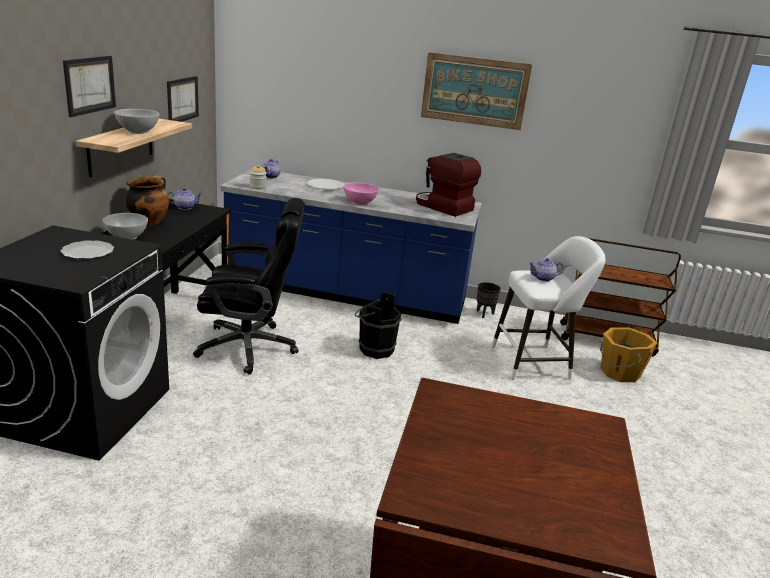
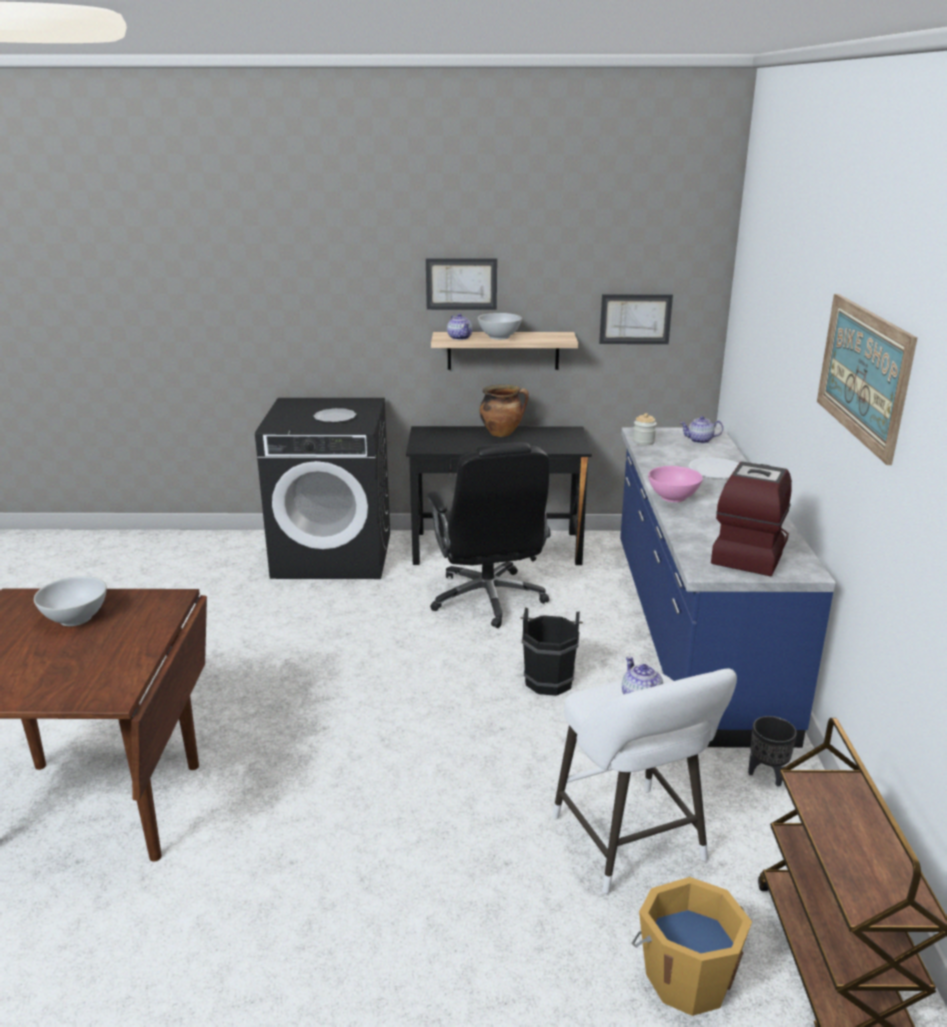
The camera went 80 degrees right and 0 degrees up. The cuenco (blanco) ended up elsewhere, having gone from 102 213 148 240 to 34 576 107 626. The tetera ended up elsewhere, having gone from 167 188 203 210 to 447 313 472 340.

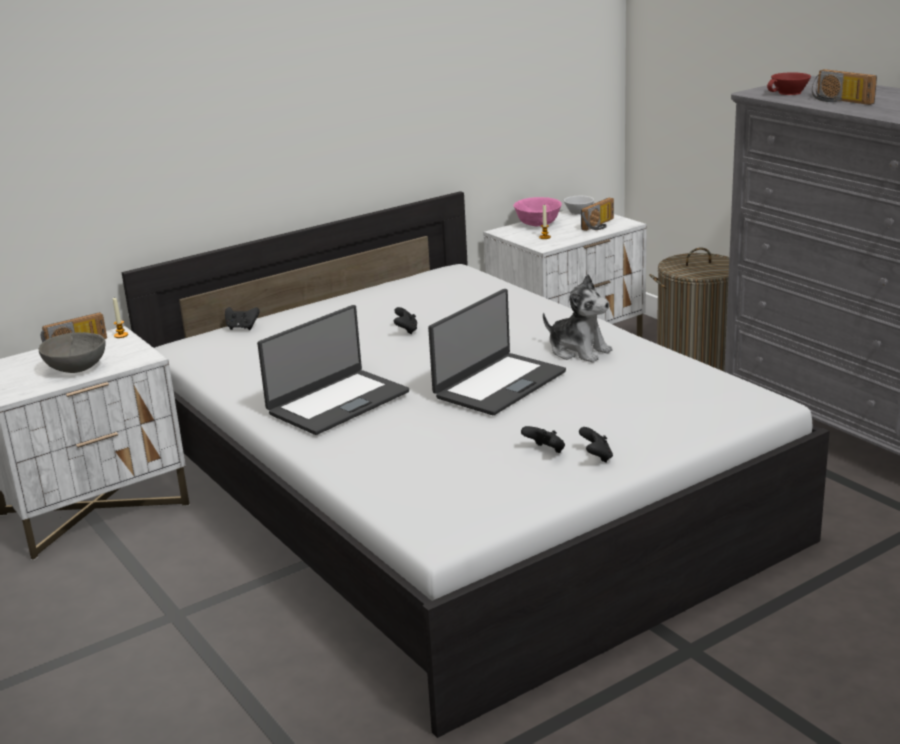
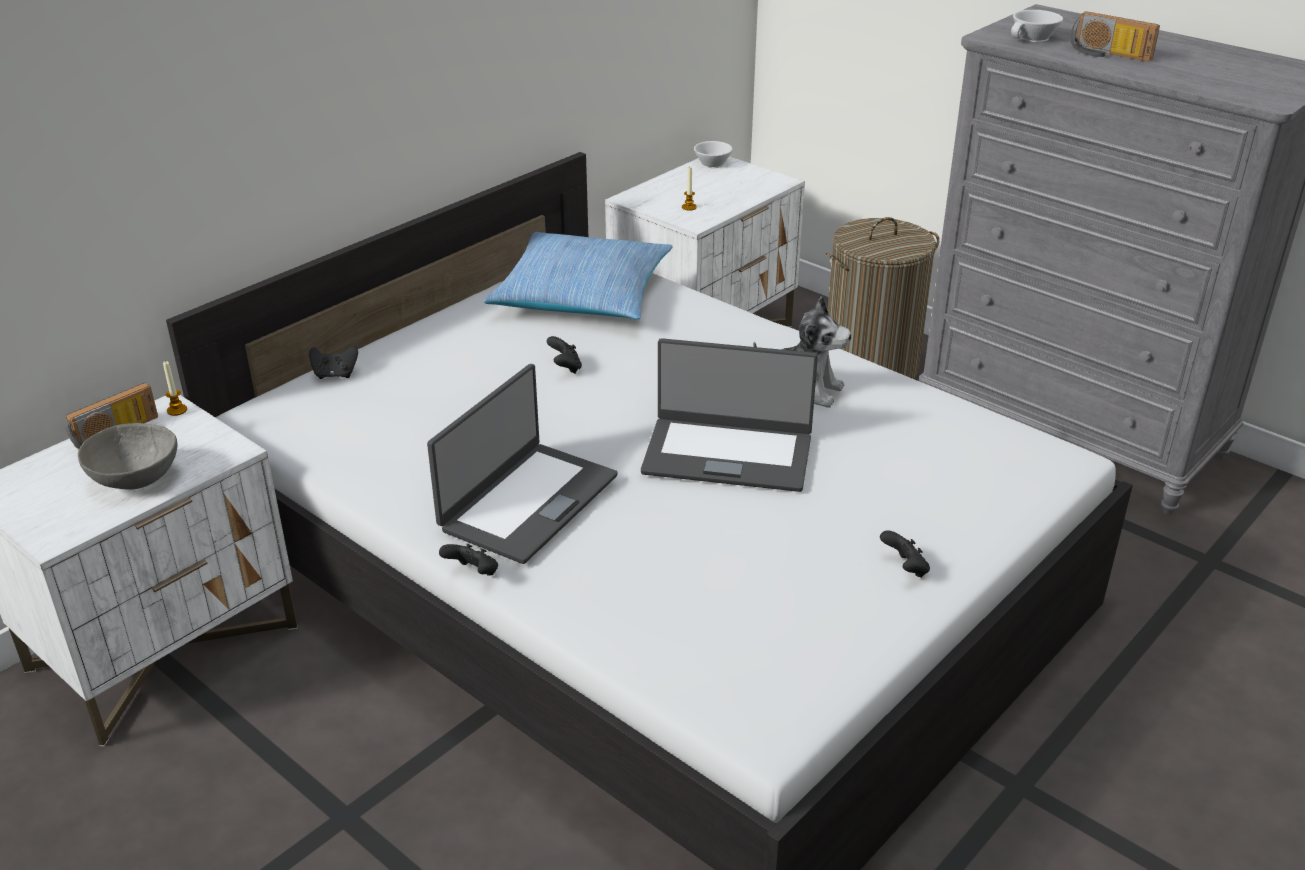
The camera went 15 degrees left and 10 degrees up. The mando de consola (negro) ended up elsewhere, having gone from 521 426 565 453 to 439 544 498 576. The second view gained the cojín at 484 232 673 320. The portátil at 428 289 566 415 ended up facing another way, 75 degrees clockwise from before. What was the taza (rojo) at 767 72 811 95 turned into the taza (blanco) at 1011 10 1063 42. The second view lost the cuenco (rosa) at 513 197 562 226. The second view lost the radio at 581 198 614 231.

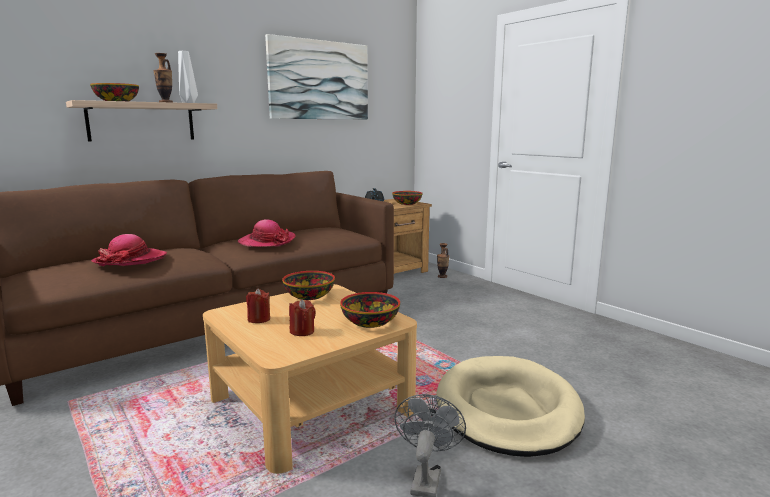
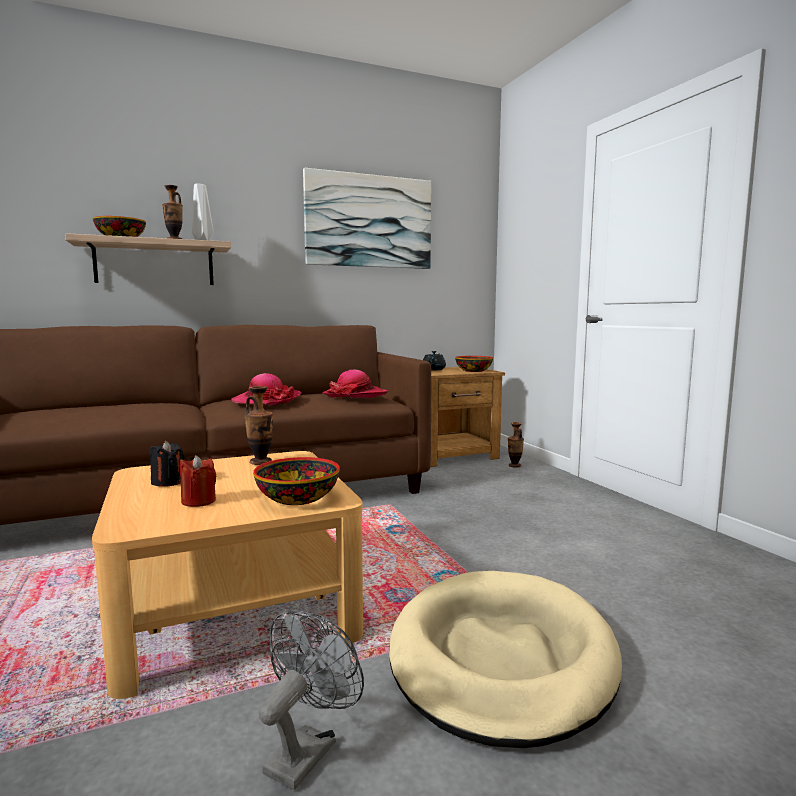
The camera went 15 degrees right and 5 degrees down. What was the vela (rojo) at 246 289 270 323 turned into the vela (negro) at 150 441 184 487. Where the cuenco stood at 282 271 335 300, the florero came to stand at 245 386 273 465. The sombrero ended up elsewhere, having gone from 91 234 167 266 to 322 370 388 398.

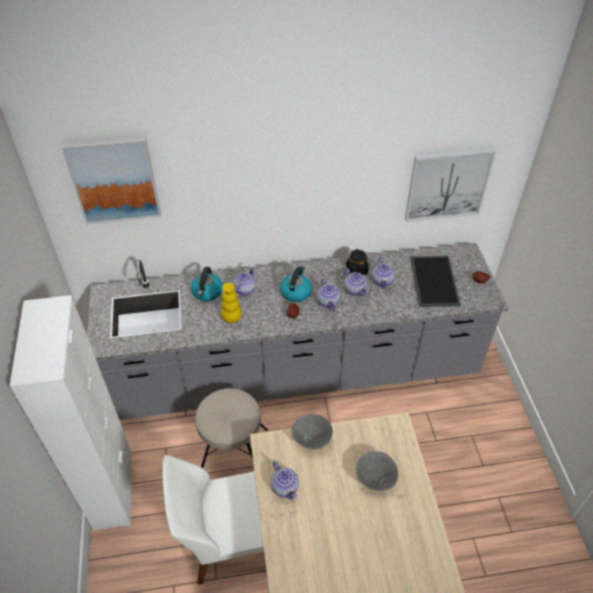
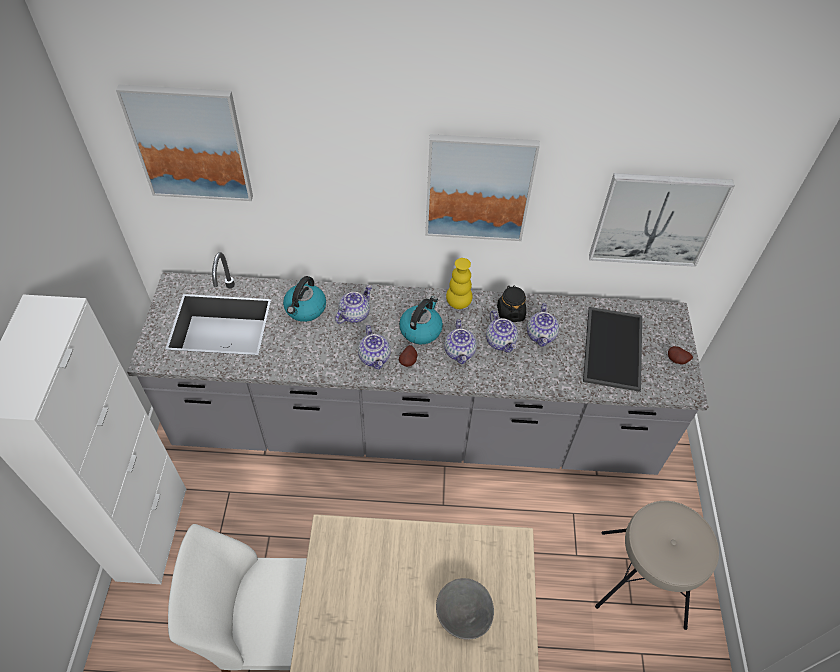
The camera went 10 degrees right and 5 degrees up. The tetera ended up elsewhere, having gone from 271 461 299 500 to 358 325 391 370. The second view gained the cuadro at 425 134 540 241. The florero (amarillo) ended up elsewhere, having gone from 221 283 242 323 to 446 258 473 309. The taburete (beis) ended up elsewhere, having gone from 195 388 268 468 to 595 501 719 630. The second view lost the cuenco (gris) at 291 414 333 450.

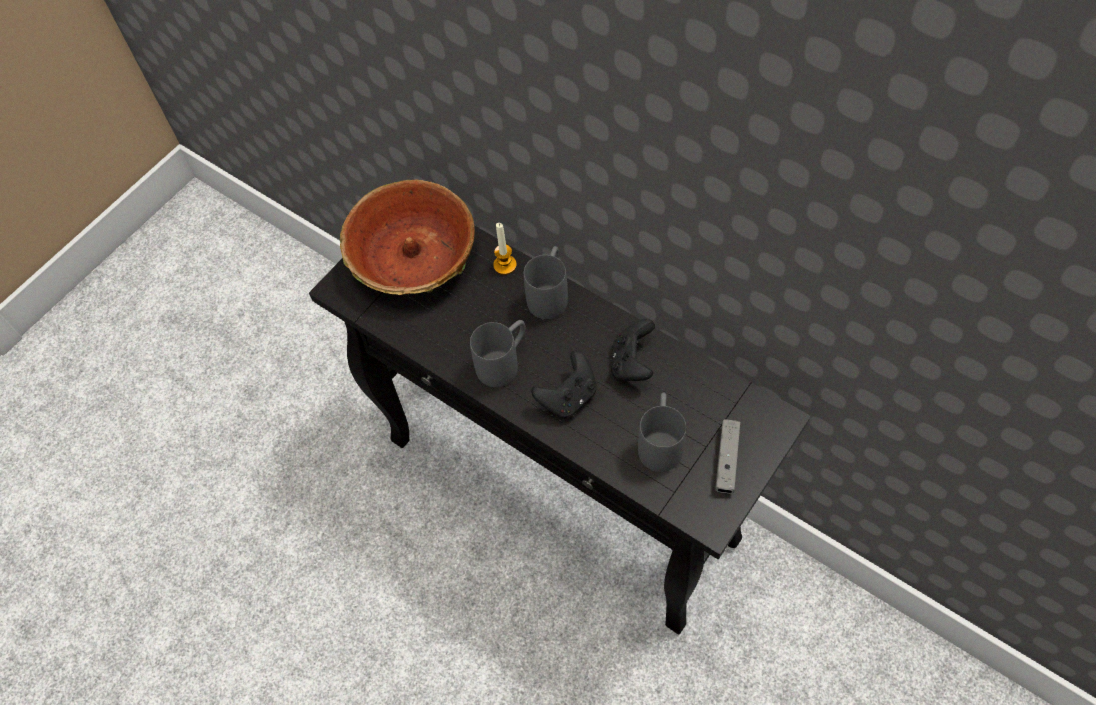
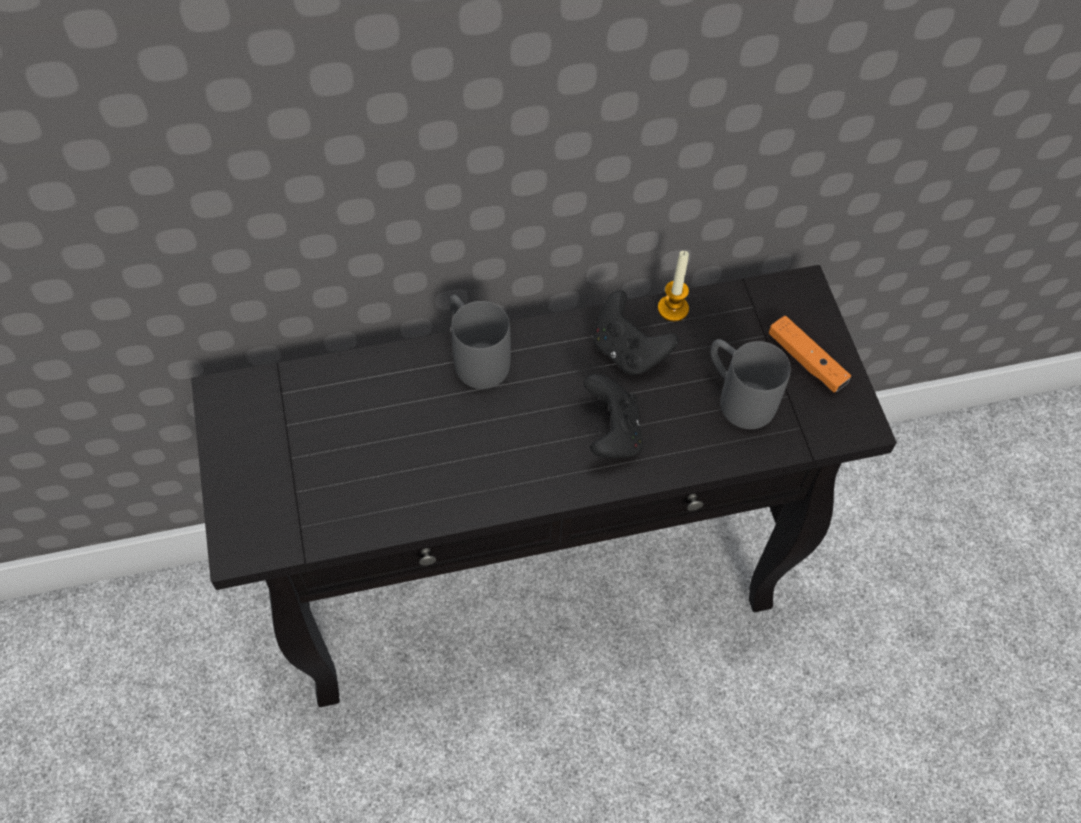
The camera went 55 degrees left and 0 degrees up. The vela ended up elsewhere, having gone from 493 223 517 275 to 658 251 689 322. What was the mando de consola (gris) at 715 419 740 493 turned into the mando de consola (naranja) at 769 316 851 393. The second view lost the cuenco at 340 180 475 295. The second view lost the taza grande (gris) at 470 320 525 387.

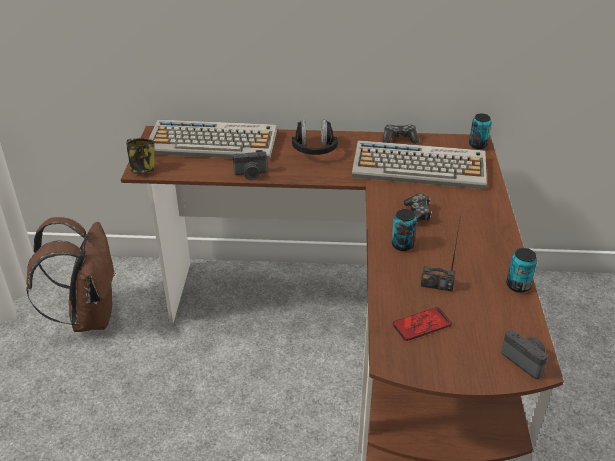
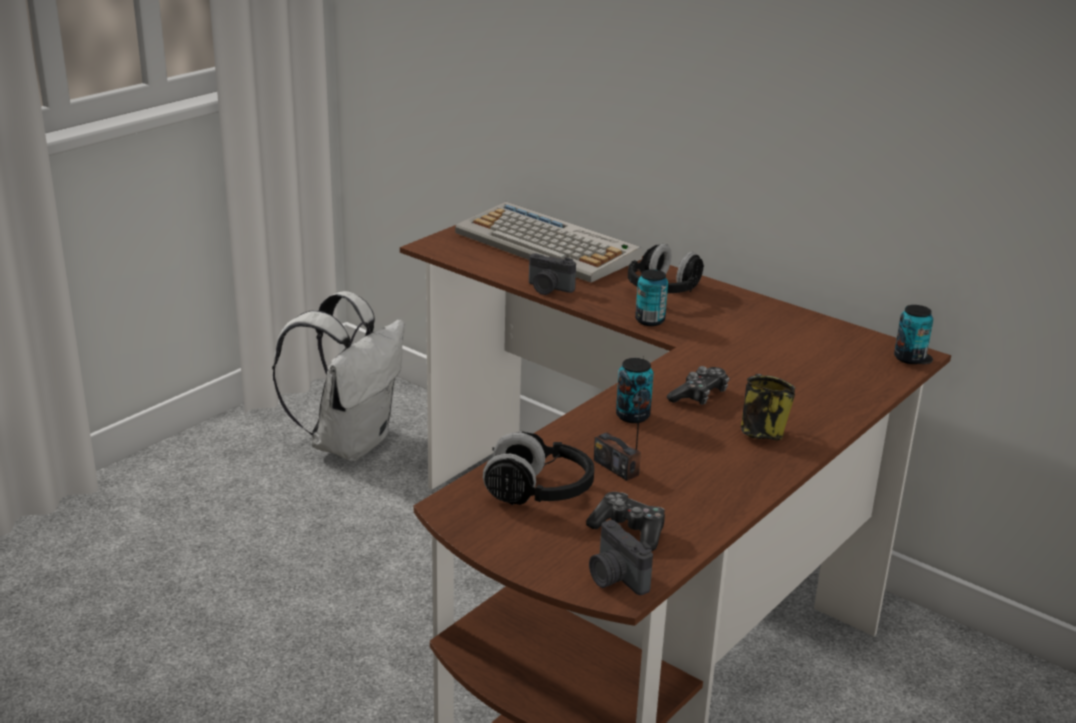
The camera went 35 degrees right and 10 degrees down. What was the mochila (marrón) at 26 217 116 332 turned into the mochila (blanco) at 272 291 405 461. Where the móvil stood at 393 307 452 341, the auriculares (negro) came to stand at 483 432 594 505. The mando de consola ended up elsewhere, having gone from 382 124 419 144 to 586 492 665 551. The cámara at 501 329 548 379 ended up facing another way, 150 degrees clockwise from before. The lata ended up elsewhere, having gone from 506 248 537 293 to 635 269 668 326. The taza grande ended up elsewhere, having gone from 126 138 155 174 to 741 374 796 440. The second view lost the teclado at 352 140 487 189.

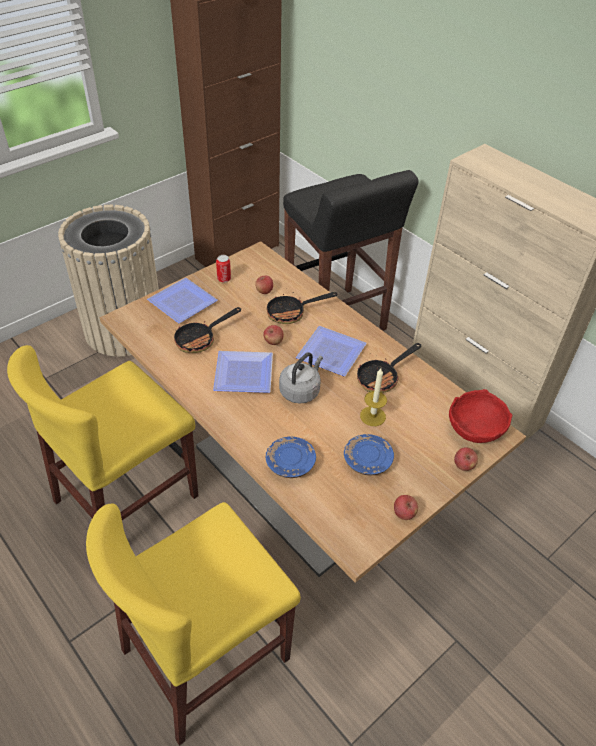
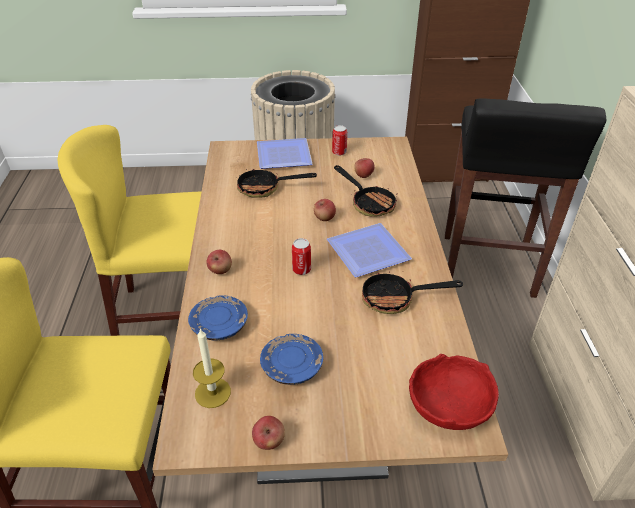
The camera went 40 degrees right and 5 degrees down. The vela ended up elsewhere, having gone from 360 368 387 426 to 193 328 231 408. The manzana ended up elsewhere, having gone from 454 447 478 471 to 206 250 232 274. Where the hervidor (gris) stood at 279 352 323 404, the lata came to stand at 292 238 311 275. The sartén at 267 292 337 324 ended up facing another way, 150 degrees counterclockwise from before. The second view lost the plato at 213 351 273 393.

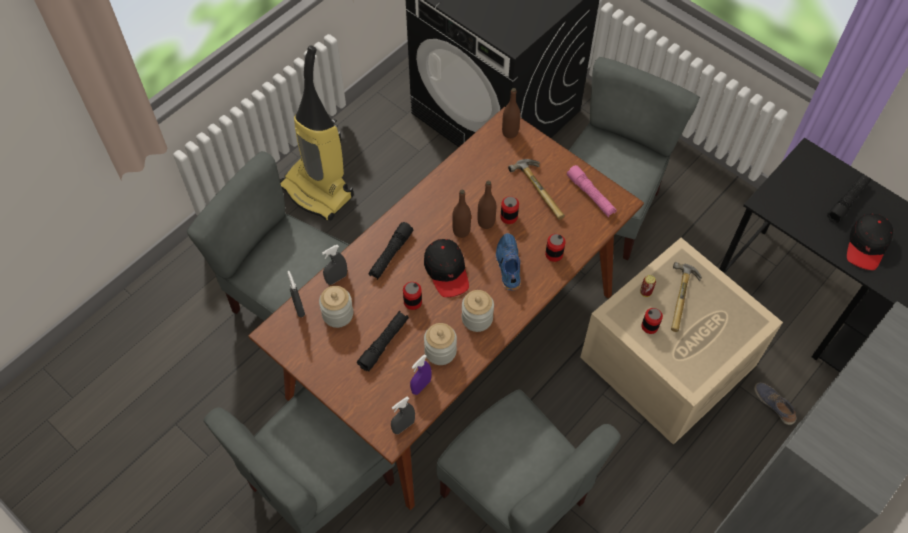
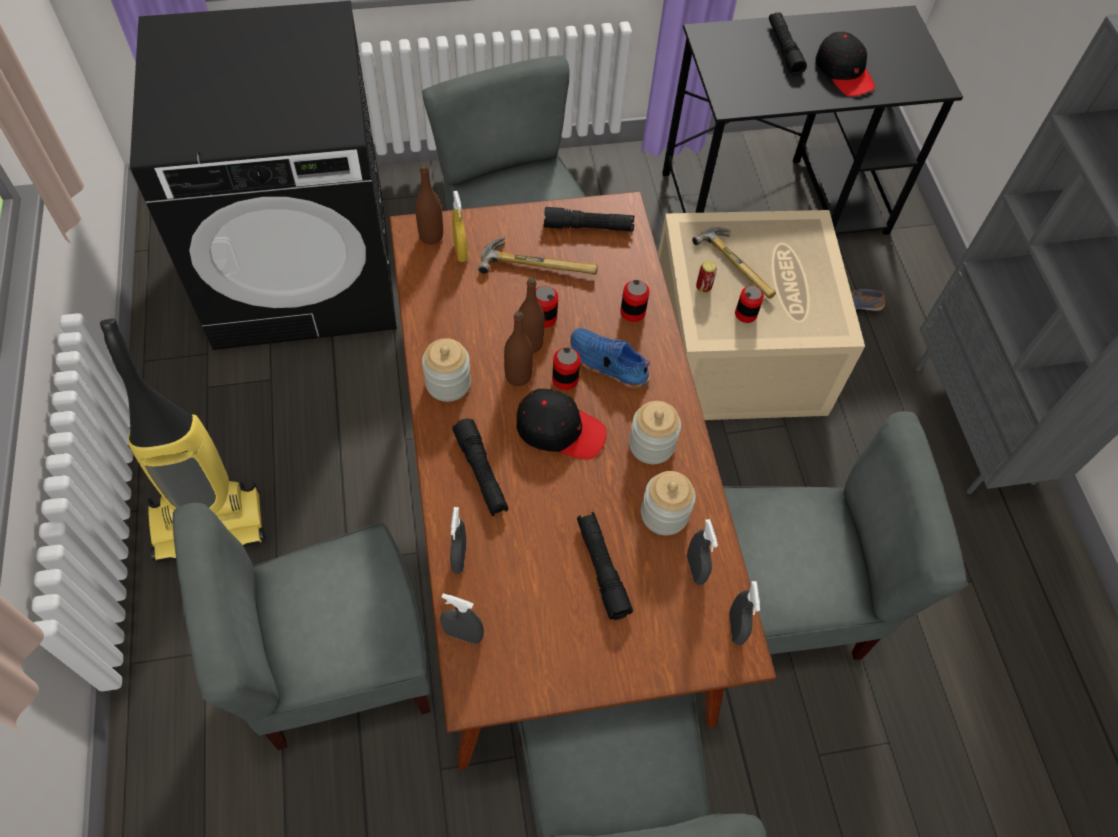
The camera went 55 degrees left and 0 degrees up. The tarro ended up elsewhere, having gone from 319 286 353 328 to 422 338 471 402. The second view gained the pulverizador (amarillo) at 452 191 468 262. What was the linterna (rosa) at 567 165 617 217 turned into the linterna (negro) at 544 207 634 231. The lata ended up elsewhere, having gone from 403 282 422 310 to 552 348 581 390. What was the pulverizador (morado) at 410 354 432 395 turned into the pulverizador (gris) at 687 519 718 585.

